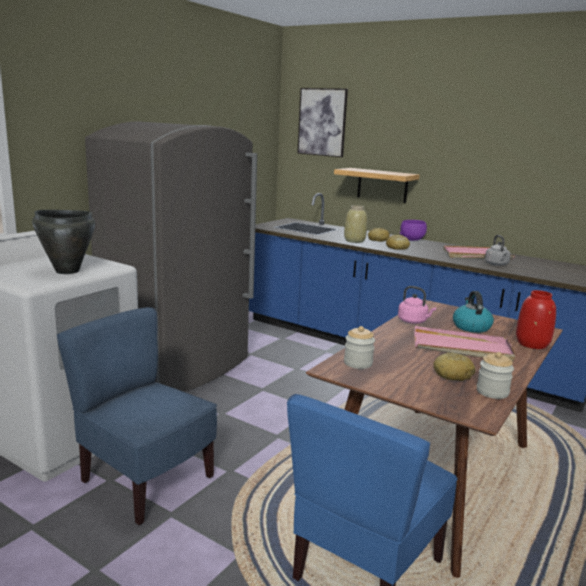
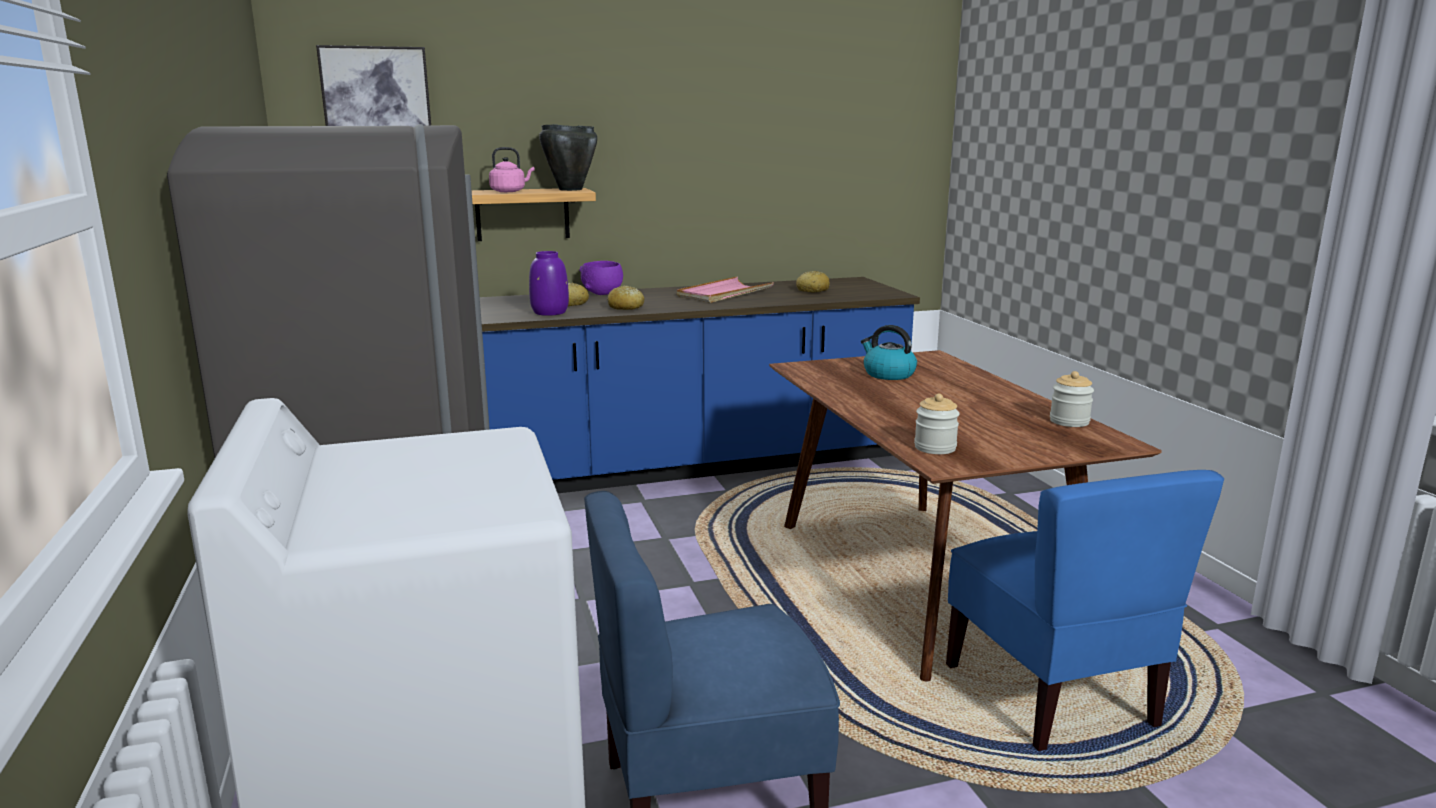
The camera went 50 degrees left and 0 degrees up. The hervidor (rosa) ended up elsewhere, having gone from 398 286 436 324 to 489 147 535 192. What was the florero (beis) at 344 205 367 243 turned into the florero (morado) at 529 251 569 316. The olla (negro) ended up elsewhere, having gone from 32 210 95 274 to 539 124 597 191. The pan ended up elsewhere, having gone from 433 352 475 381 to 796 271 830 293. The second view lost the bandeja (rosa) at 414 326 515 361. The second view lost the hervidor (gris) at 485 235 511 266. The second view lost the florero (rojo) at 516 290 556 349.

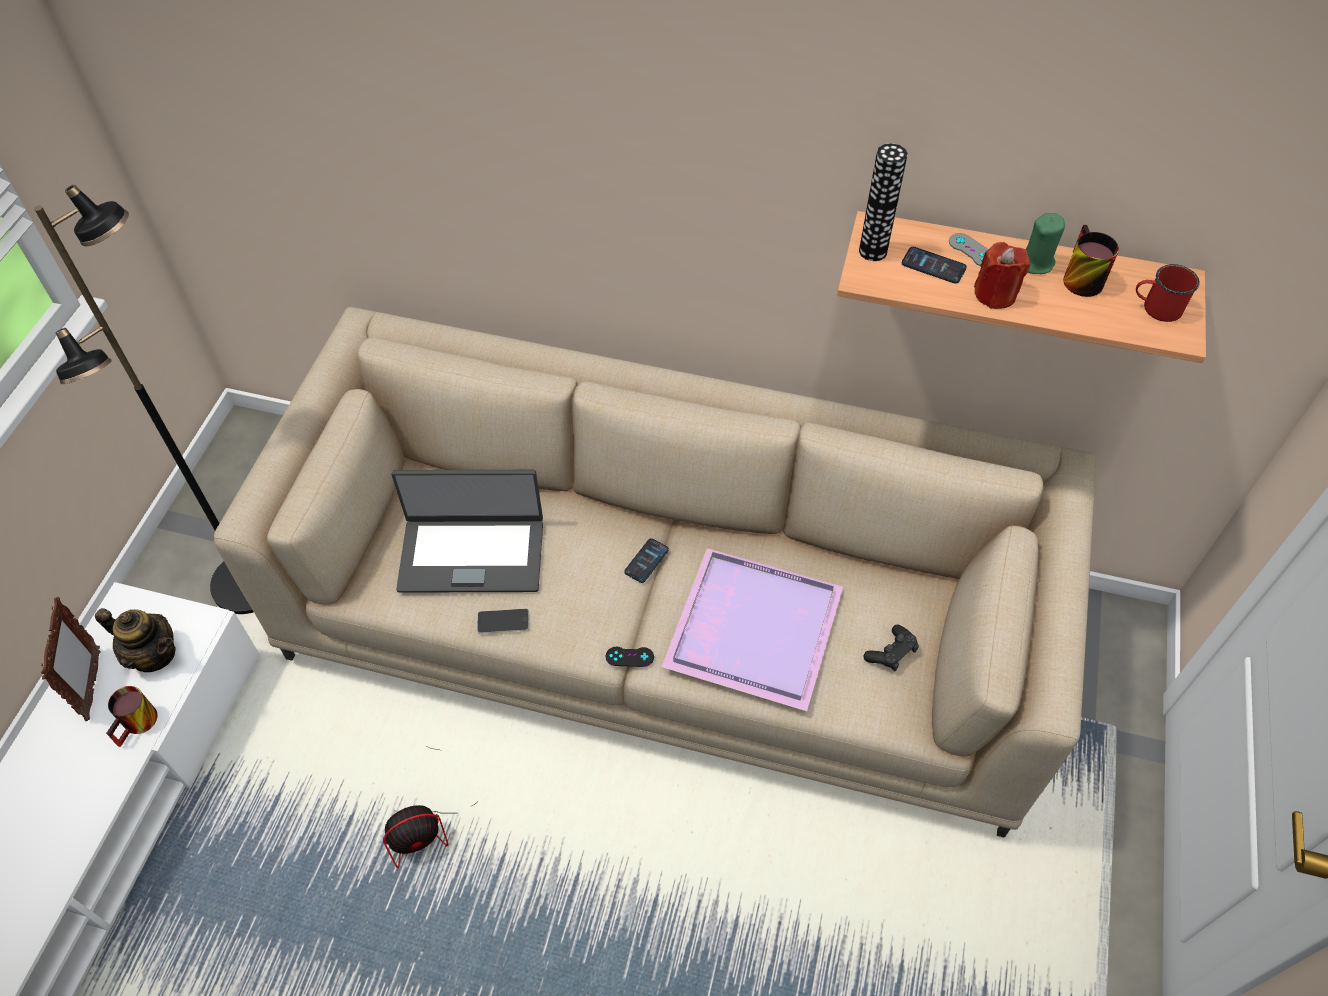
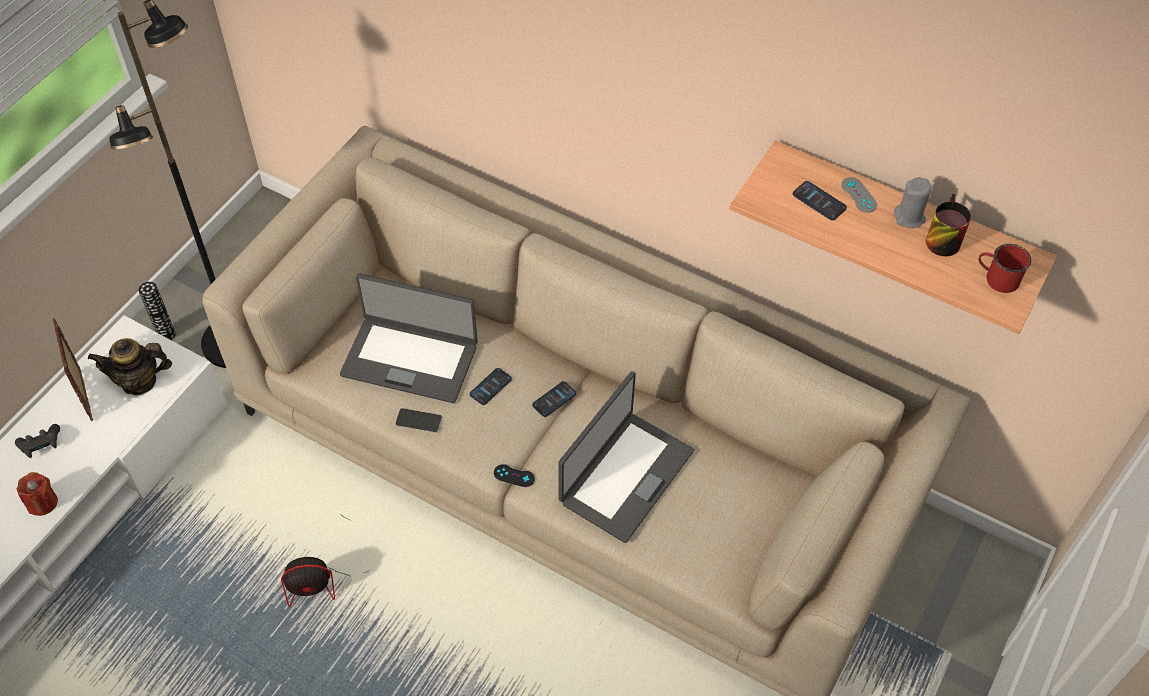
The camera went 15 degrees right and 0 degrees up. The mando de consola (negro) ended up elsewhere, having gone from 864 625 919 672 to 15 424 60 458. The vela (rojo) ended up elsewhere, having gone from 974 242 1030 309 to 16 472 58 516. The portarretratos at 41 597 101 721 ended up facing another way, 150 degrees clockwise from before. The tetera at 95 608 176 672 ended up facing another way, 135 degrees clockwise from before. The florero ended up elsewhere, having gone from 859 143 908 261 to 138 282 176 340. The second view gained the móvil at 470 368 512 405. Where the bandeja (morado) stood at 662 548 843 711, the portátil came to stand at 558 371 694 543. What was the vela (verde) at 1026 213 1065 274 turned into the vela (gris) at 894 177 932 228. The second view lost the taza grande at 106 686 158 747.

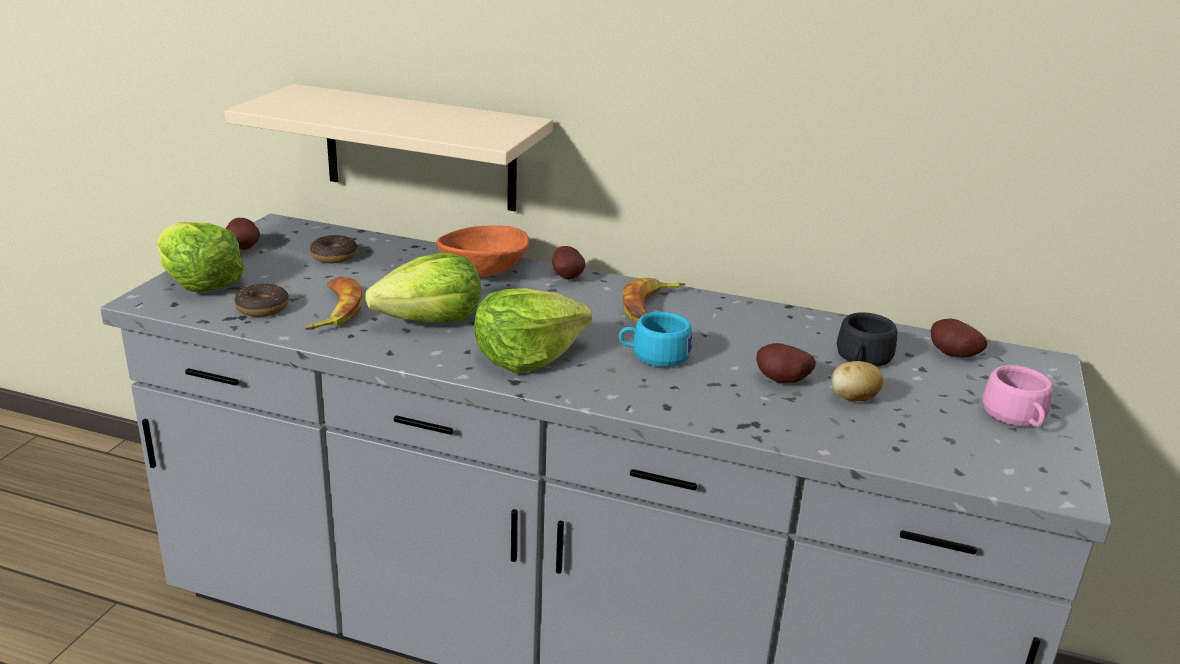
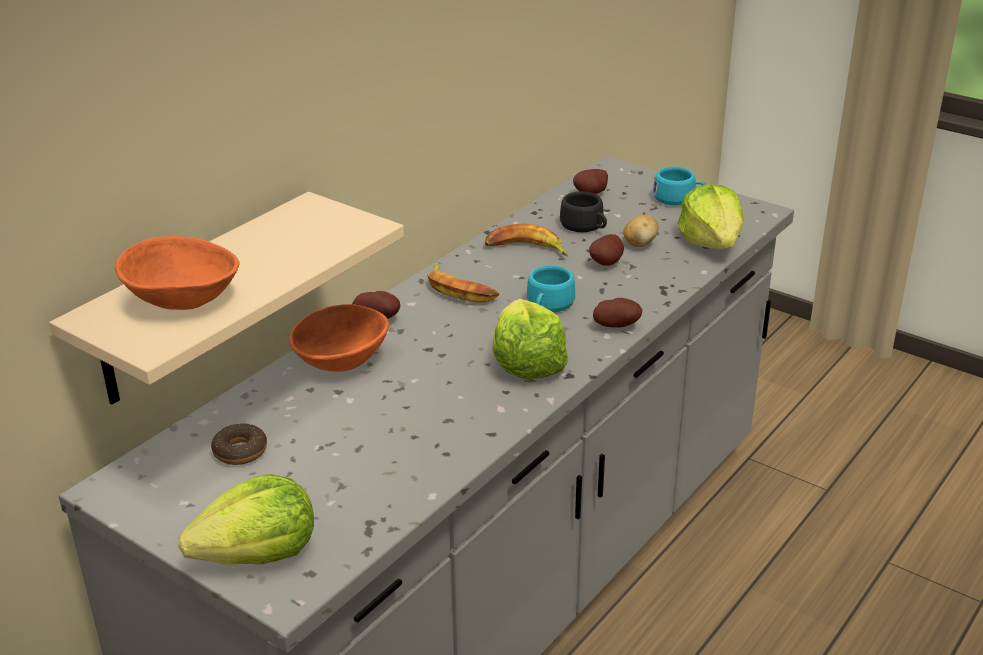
The camera went 70 degrees left and 5 degrees up. The second view gained the cuenco (naranja) at 115 236 240 310. The plátano ended up elsewhere, having gone from 304 277 362 330 to 485 223 568 256. The patata ended up elsewhere, having gone from 226 218 260 250 to 593 298 642 328. What was the taza (rosa) at 983 365 1053 427 turned into the taza (turquesa) at 653 167 706 206. The lechuga ended up elsewhere, having gone from 365 253 481 323 to 677 185 743 249. The second view lost the rosquilla at 234 283 289 317.

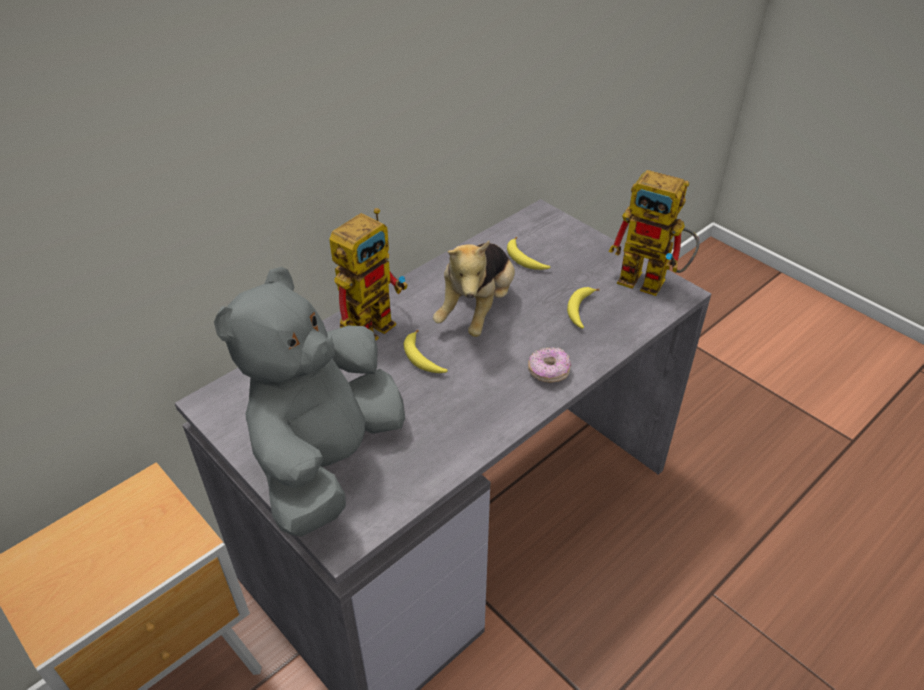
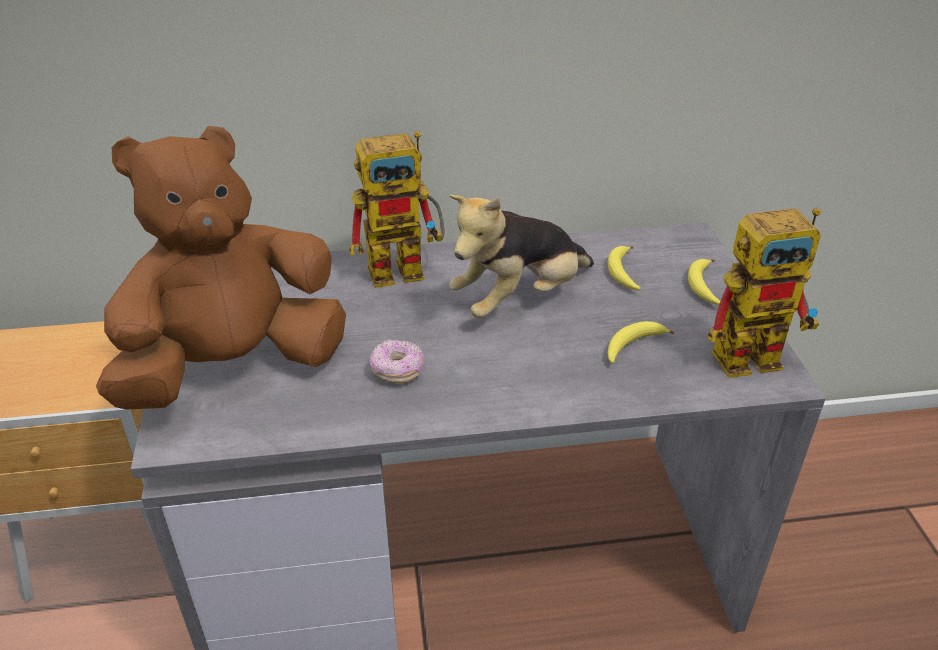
The camera went 35 degrees right and 5 degrees down. What was the peluche (gris) at 214 267 405 537 turned into the peluche (marrón) at 96 126 346 409. The rosquilla ended up elsewhere, having gone from 528 347 571 383 to 370 339 424 384. The plátano ended up elsewhere, having gone from 404 329 448 373 to 688 259 720 305. The robot de juguete at 608 170 699 296 ended up facing another way, 75 degrees counterclockwise from before.

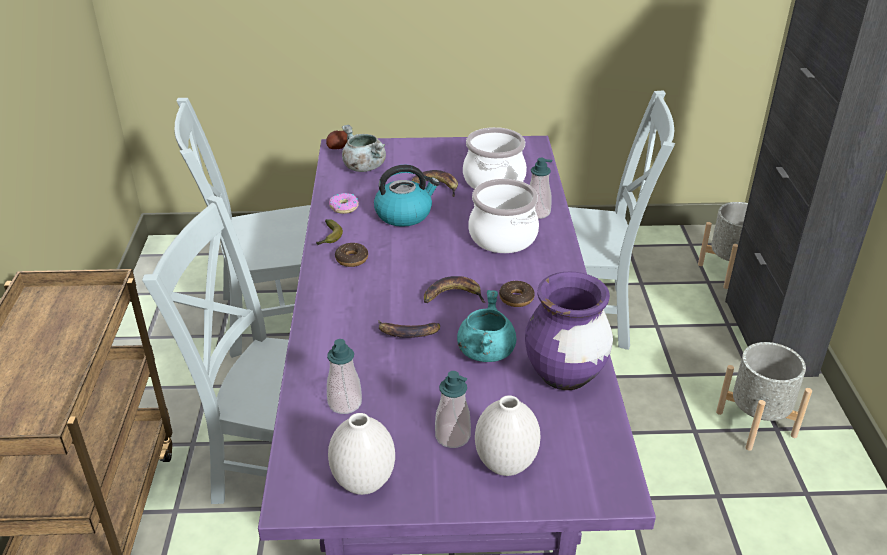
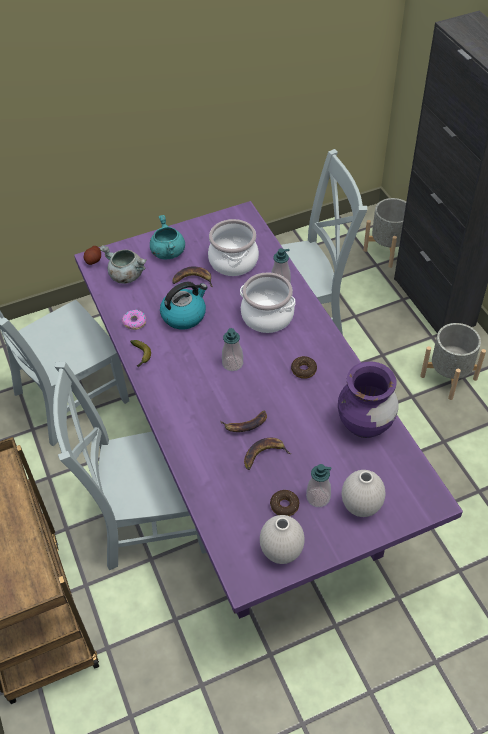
The camera went 20 degrees left and 15 degrees up. The olla (turquesa) ended up elsewhere, having gone from 457 290 516 362 to 150 215 185 259. The dispensador de jabón ended up elsewhere, having gone from 327 339 362 414 to 222 328 243 371. The plátano ended up elsewhere, having gone from 424 276 486 303 to 244 438 291 470. The rosquilla ended up elsewhere, having gone from 335 243 368 267 to 270 490 299 516.

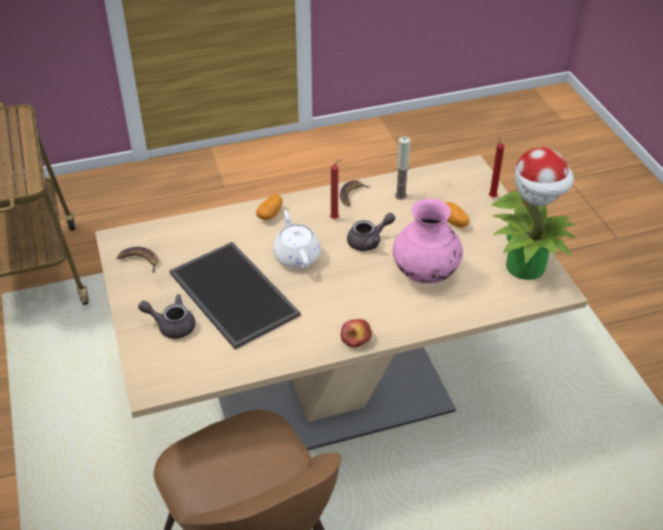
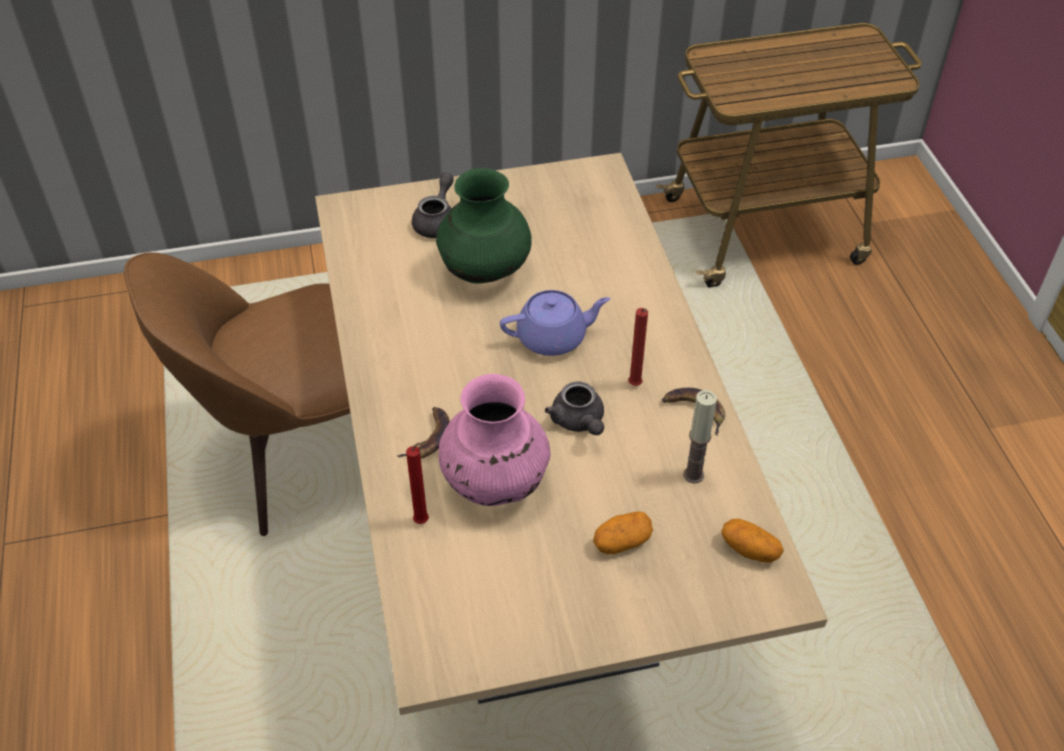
The camera went 95 degrees right and 5 degrees up. The plátano ended up elsewhere, having gone from 117 247 158 273 to 397 407 450 458. The vela (rojo) ended up elsewhere, having gone from 489 135 504 198 to 406 441 429 524. Where the bandeja stood at 169 242 300 349, the florero (verde) came to stand at 436 168 532 283. What was the tetera (blanco) at 273 210 321 269 turned into the tetera (morado) at 500 290 610 356. The patata ended up elsewhere, having gone from 256 194 283 220 to 721 519 784 563. The second view lost the manzana at 341 319 372 348. The second view lost the planta en maceta at 492 147 576 280.

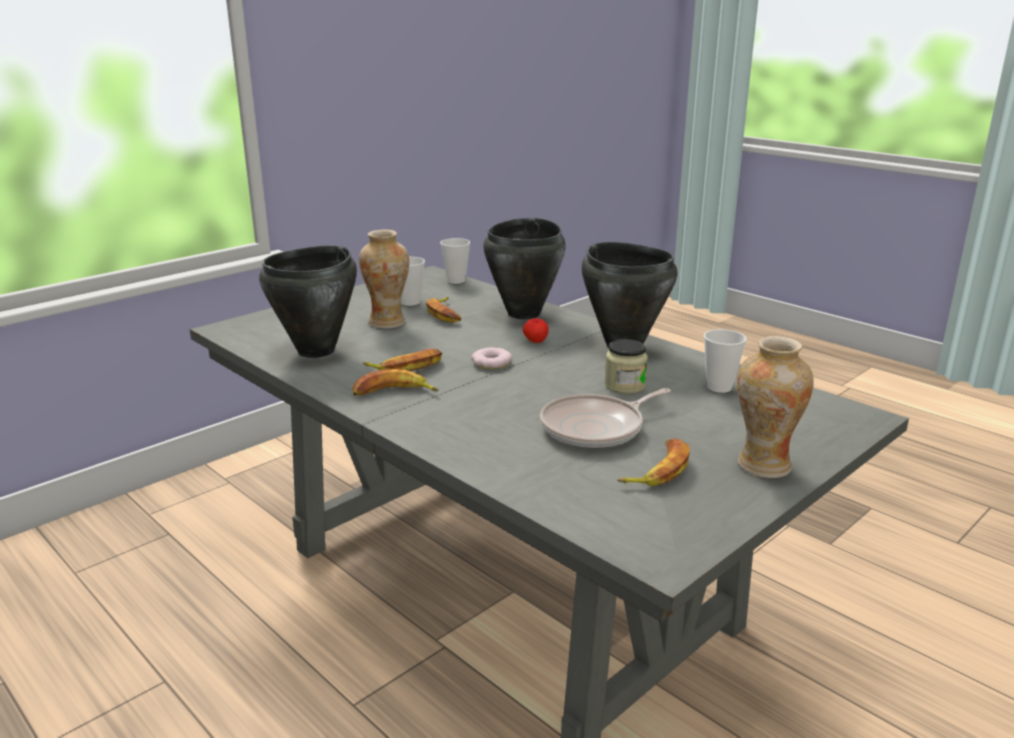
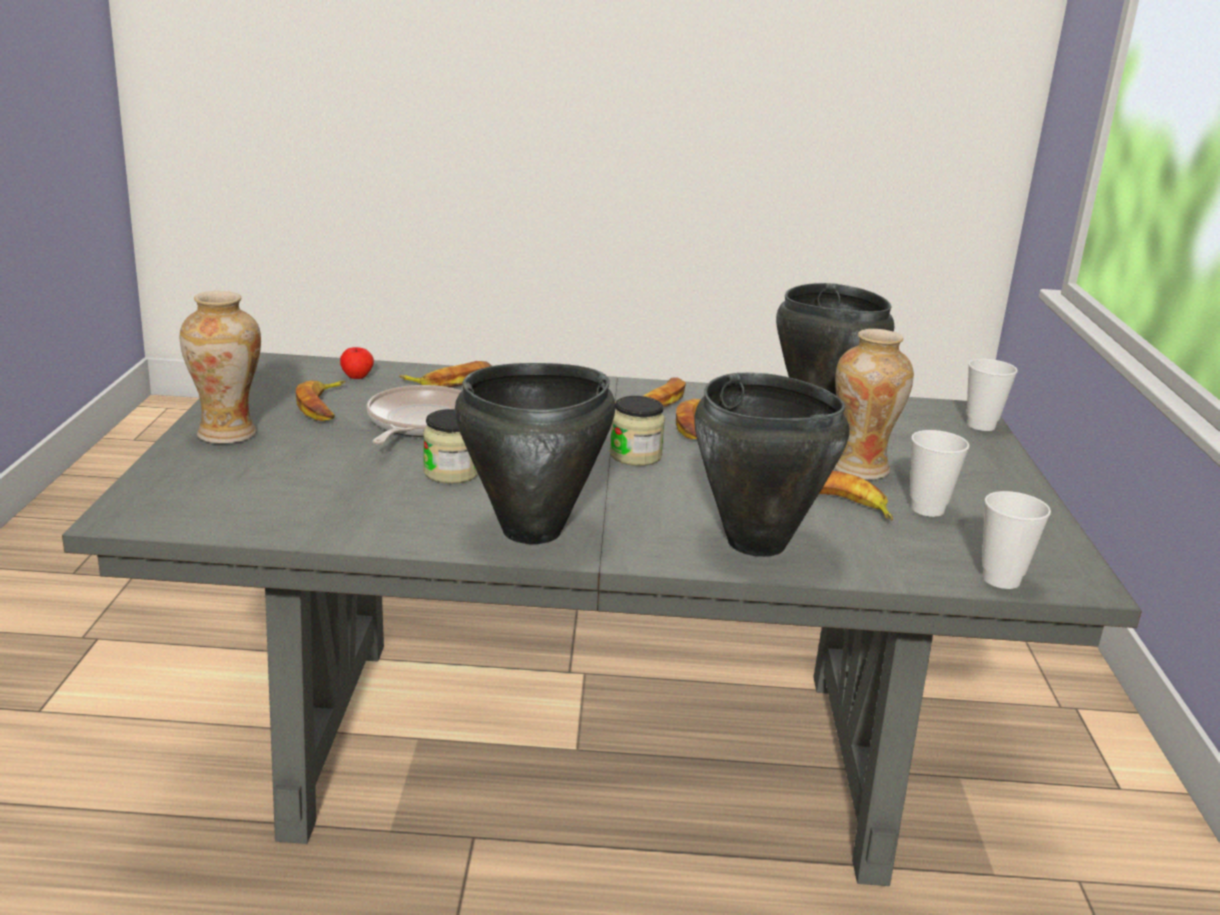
The camera went 135 degrees right and 0 degrees up. The manzana ended up elsewhere, having gone from 523 318 549 343 to 340 347 374 379. The second view gained the plátano at 399 361 492 387. Where the rosquilla stood at 471 347 512 369, the tarro came to stand at 610 396 665 466. The taza ended up elsewhere, having gone from 704 329 747 393 to 967 359 1018 431.

